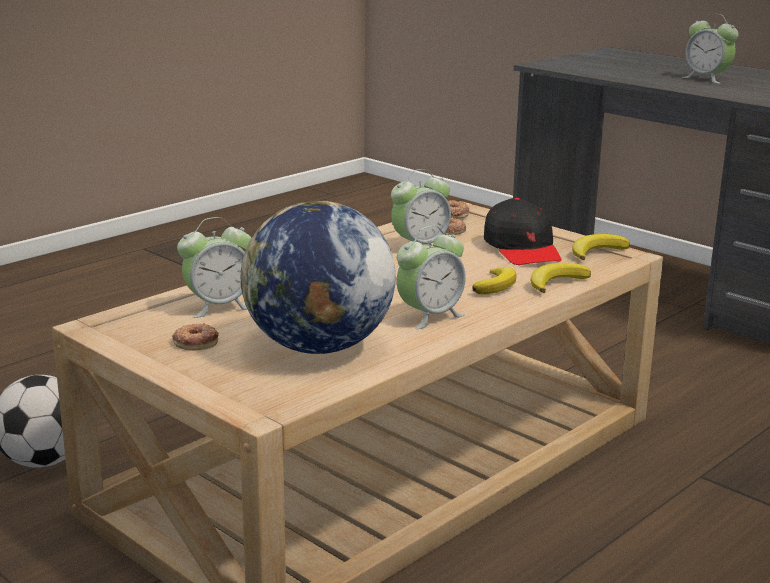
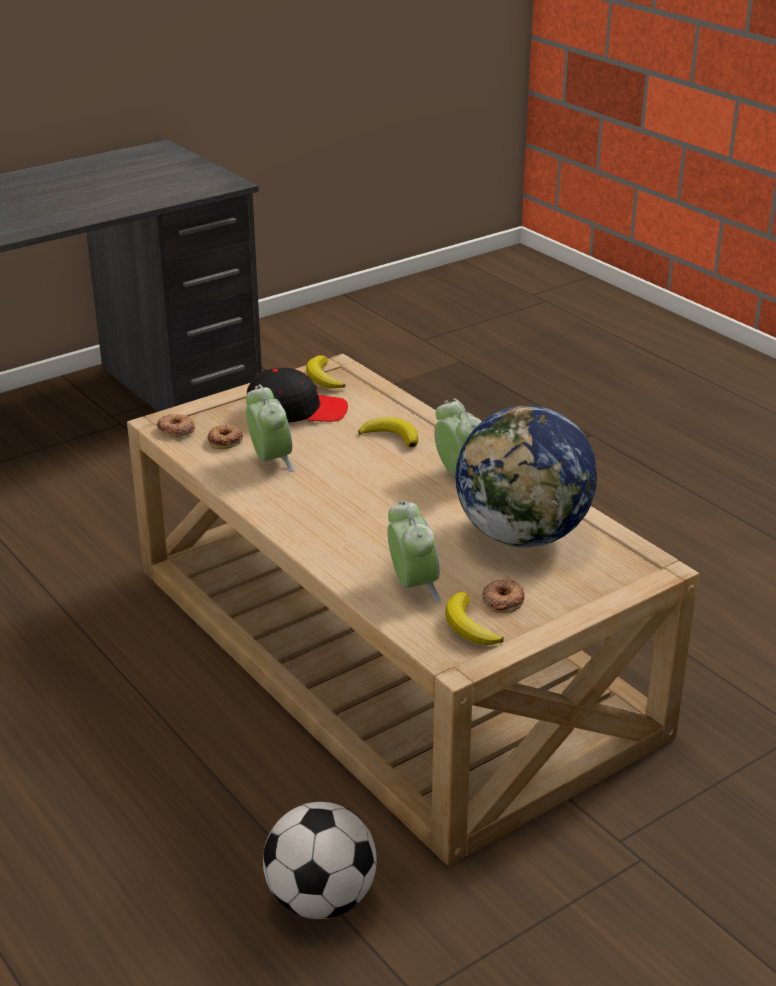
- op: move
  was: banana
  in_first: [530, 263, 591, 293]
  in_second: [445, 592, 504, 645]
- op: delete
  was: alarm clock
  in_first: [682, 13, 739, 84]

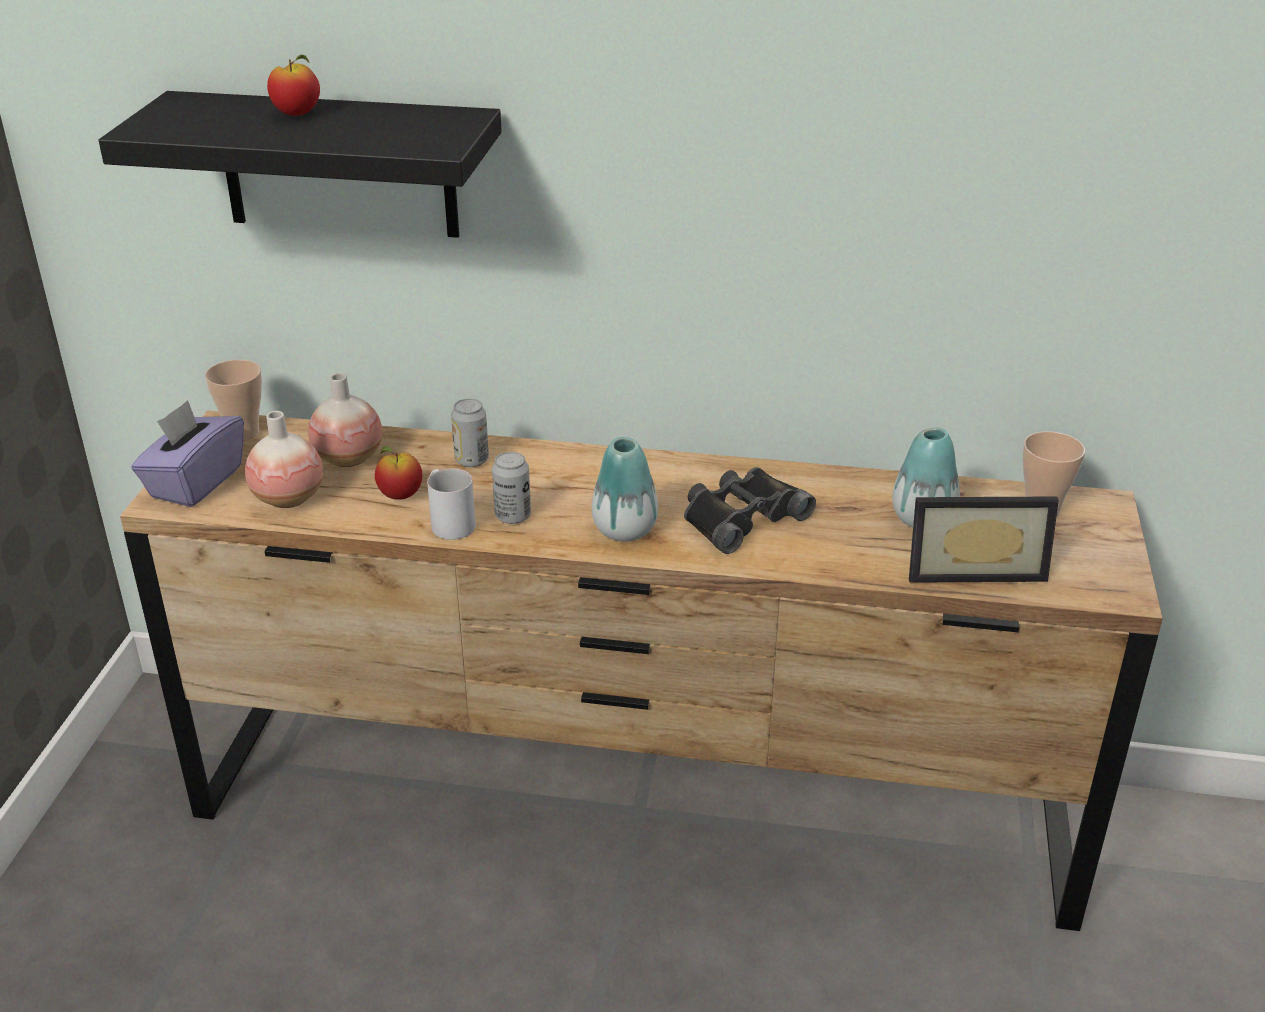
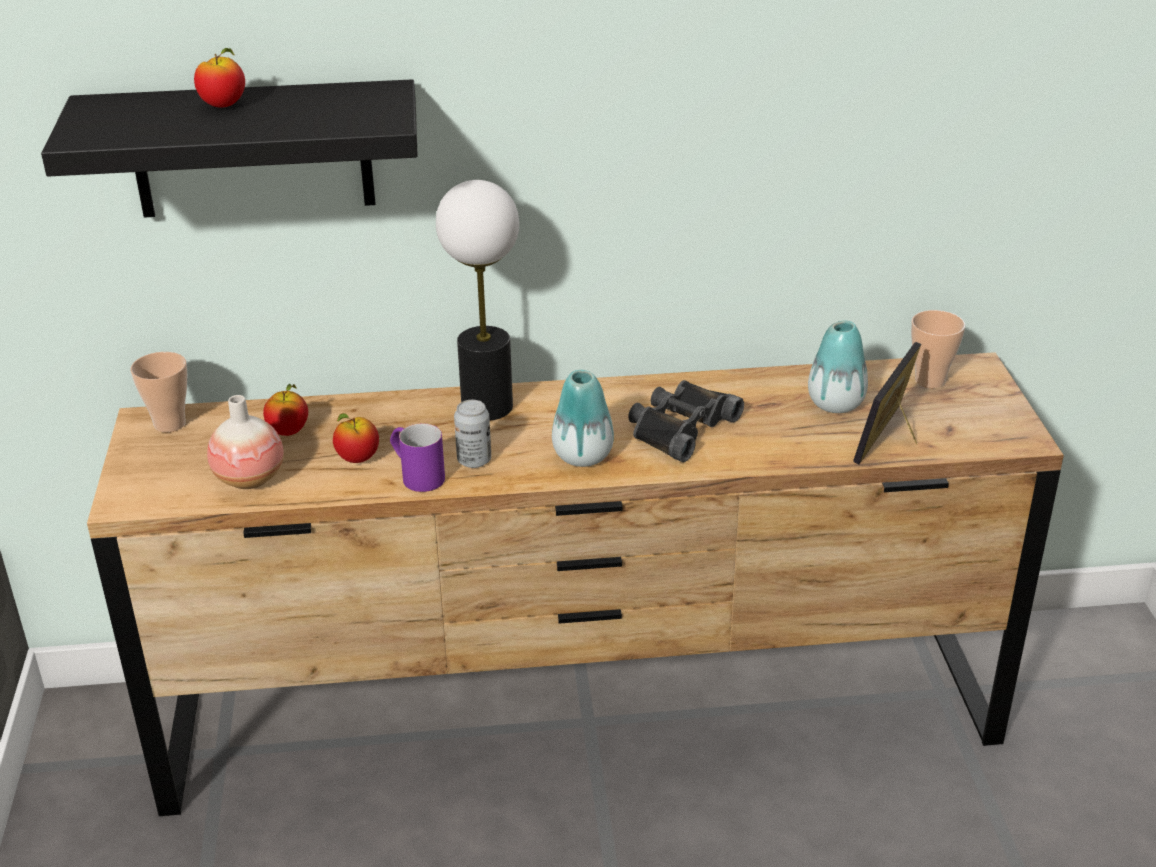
- op: replace
  was: vase
  now: apple
  in_first: [308, 373, 383, 467]
  in_second: [263, 384, 308, 436]
- op: recolor
  was: white mug
  now: purple mug
  in_first: [427, 468, 476, 540]
  in_second: [390, 424, 445, 492]
- op: insert
  now: table lamp
  in_second: [436, 180, 519, 421]
- op: rotate
  was: picture frame
  in_first: [909, 497, 1059, 583]
  in_second: [853, 342, 921, 464]
  clockwise: 135
- op: delete
  was: purple tissue box
  in_first: [131, 400, 244, 507]
- op: delete
  was: can
  in_first: [451, 399, 489, 467]

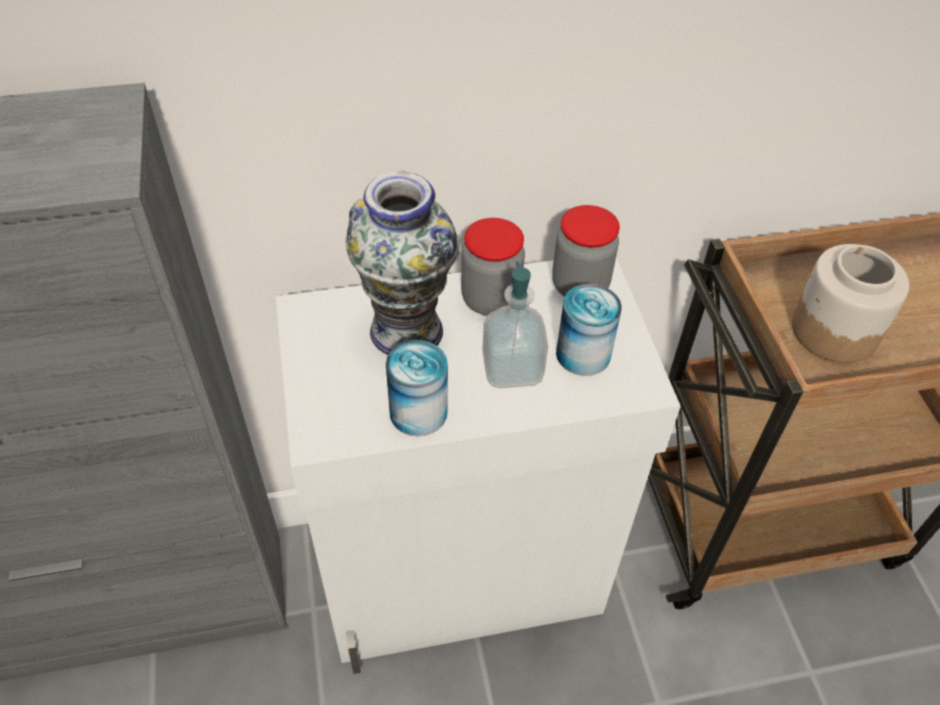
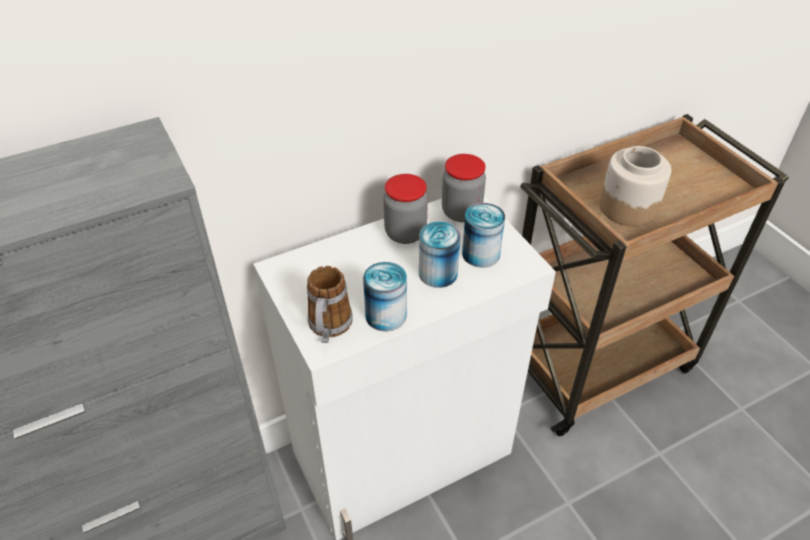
- op: insert
  now: mug
  in_second: [307, 266, 353, 343]
- op: replace
  was: soap dispenser
  now: can
  in_first: [482, 261, 548, 388]
  in_second: [419, 222, 461, 288]
- op: delete
  was: vase
  in_first: [345, 171, 459, 355]

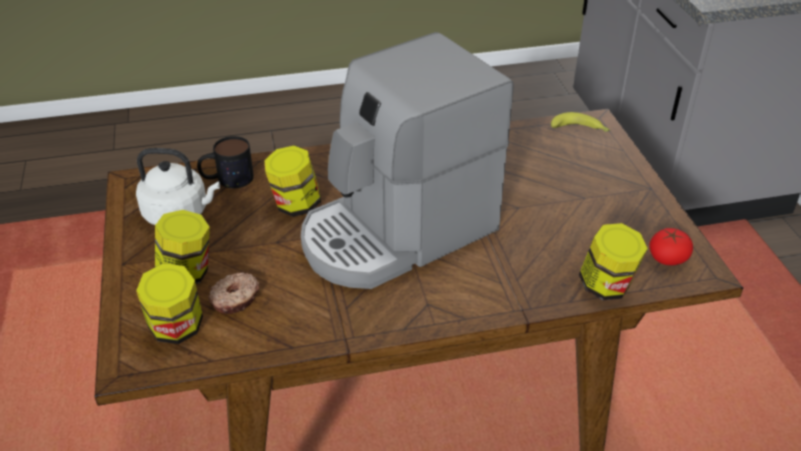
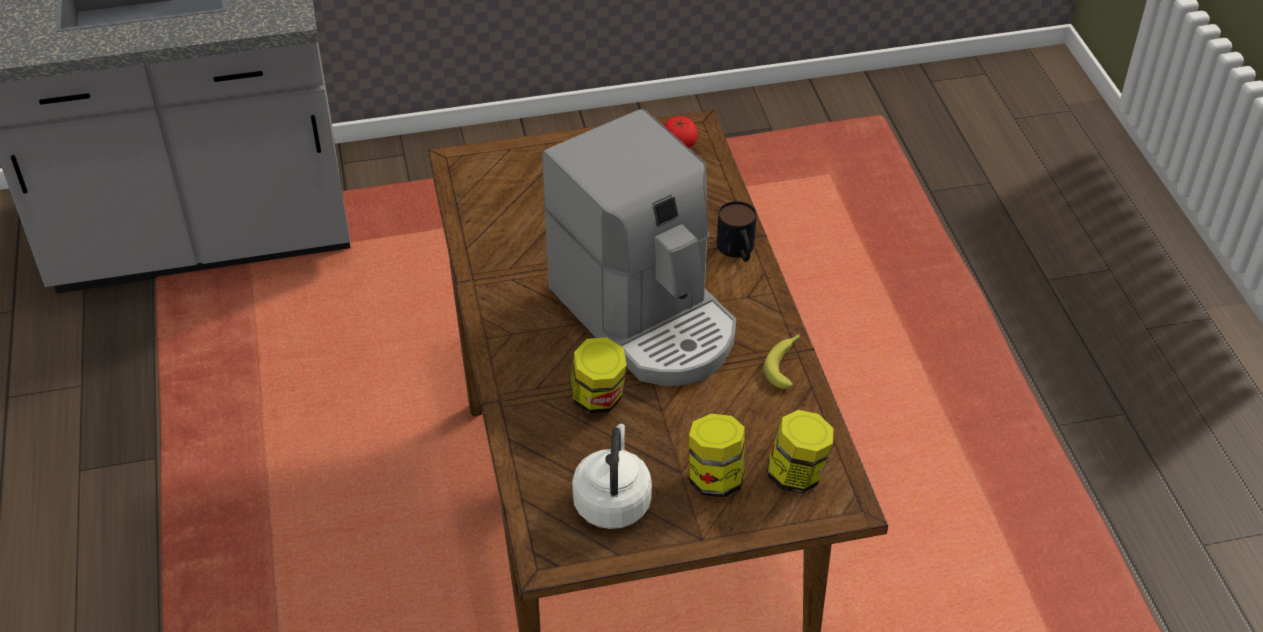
- op: move
  was: mug
  in_first: [197, 136, 254, 188]
  in_second: [717, 201, 757, 261]
- op: move
  was: banana
  in_first: [551, 112, 610, 132]
  in_second: [763, 334, 800, 389]
- op: delete
  was: donut
  in_first: [209, 272, 260, 314]
- op: delete
  was: jar
  in_first: [579, 223, 648, 300]

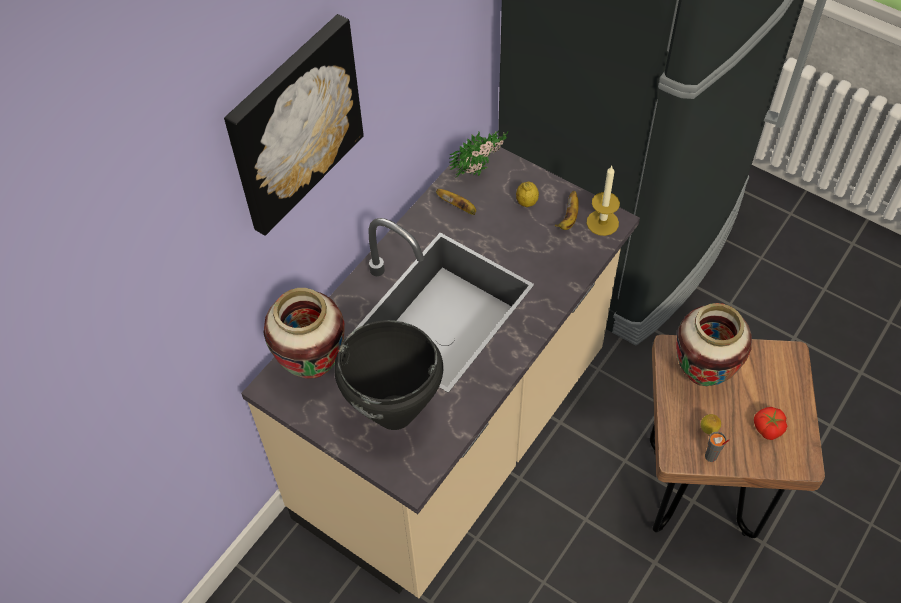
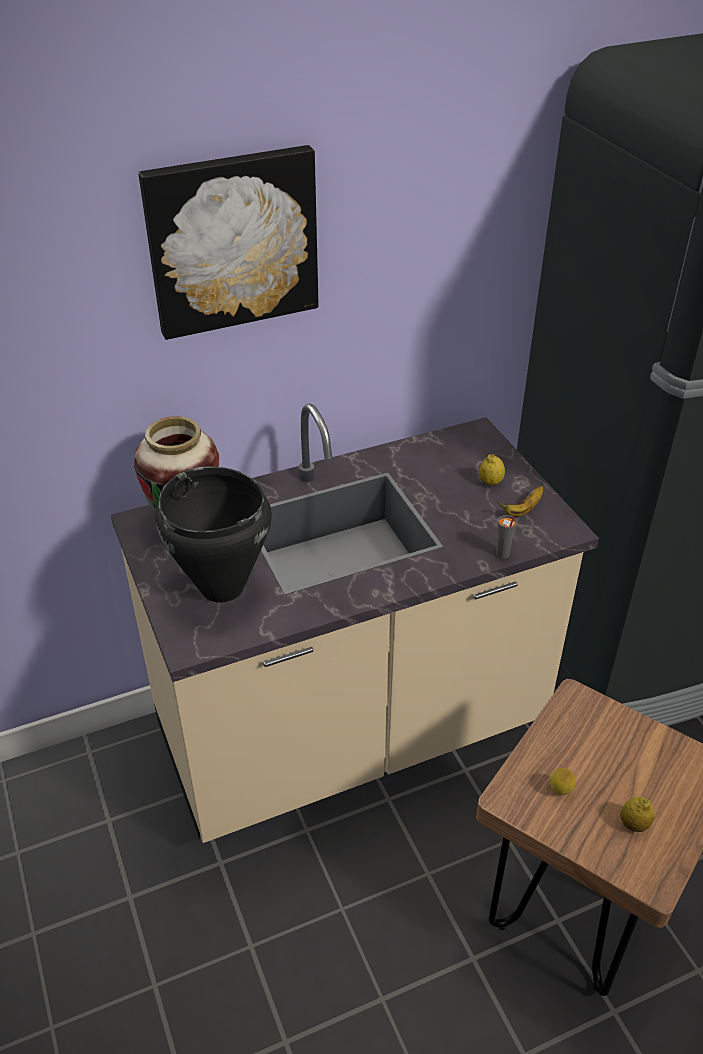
- op: move
  was: grey cup
  in_first: [705, 432, 730, 462]
  in_second: [496, 515, 517, 559]
- op: replace
  was: tomato
  now: lemon
  in_first: [754, 407, 787, 440]
  in_second: [620, 797, 654, 832]
- op: delete
  was: banana
  in_first: [436, 189, 476, 215]
- op: delete
  was: potted plant
  in_first: [449, 130, 509, 178]
- op: delete
  was: candle
  in_first: [587, 166, 620, 236]
- op: delete
  was: vase
  in_first: [676, 303, 752, 386]

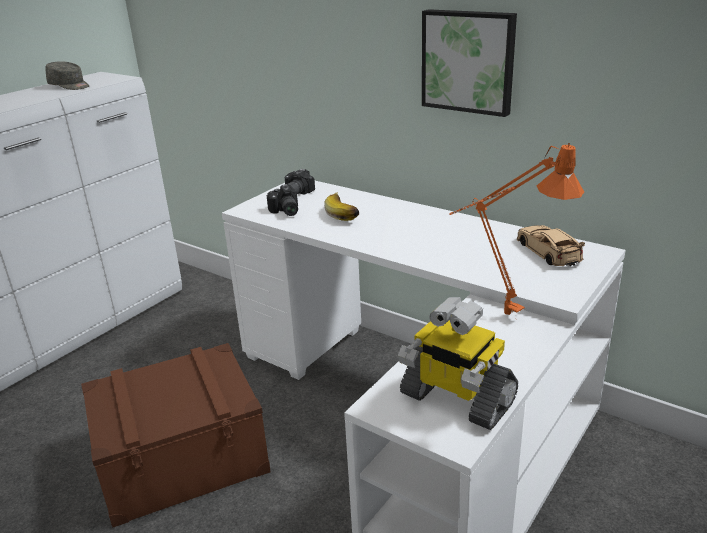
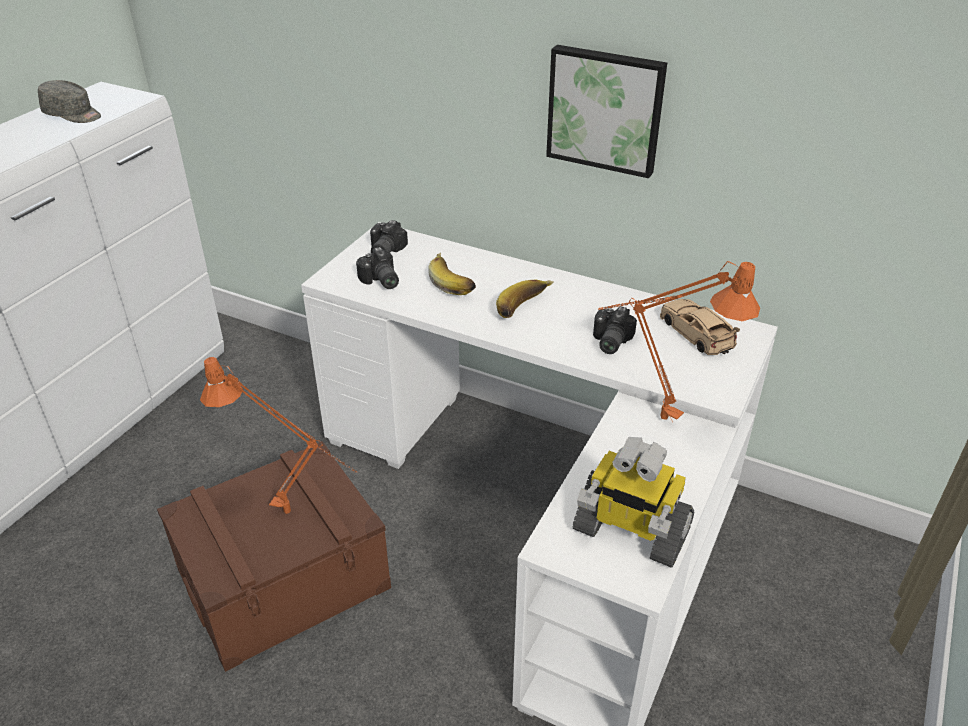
- op: insert
  now: orange table lamp
  in_second: [200, 357, 357, 514]
- op: insert
  now: banana
  in_second: [496, 280, 553, 318]
- op: insert
  now: photo camera
  in_second: [593, 306, 637, 354]

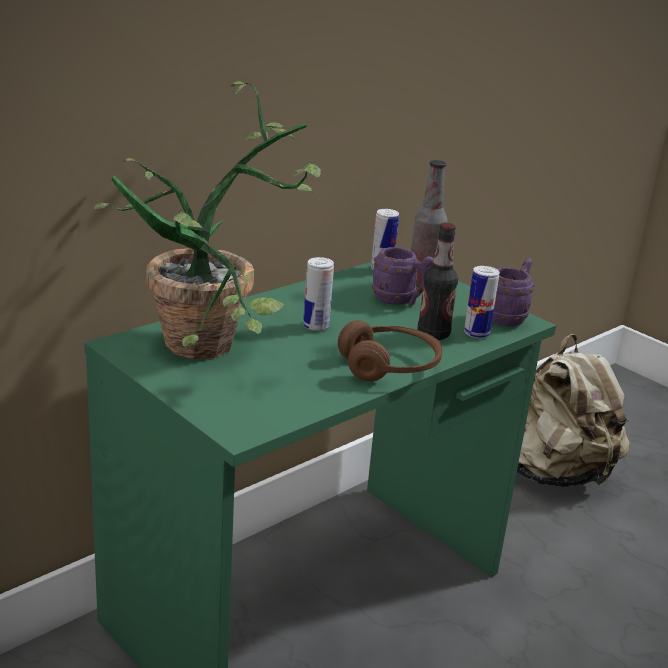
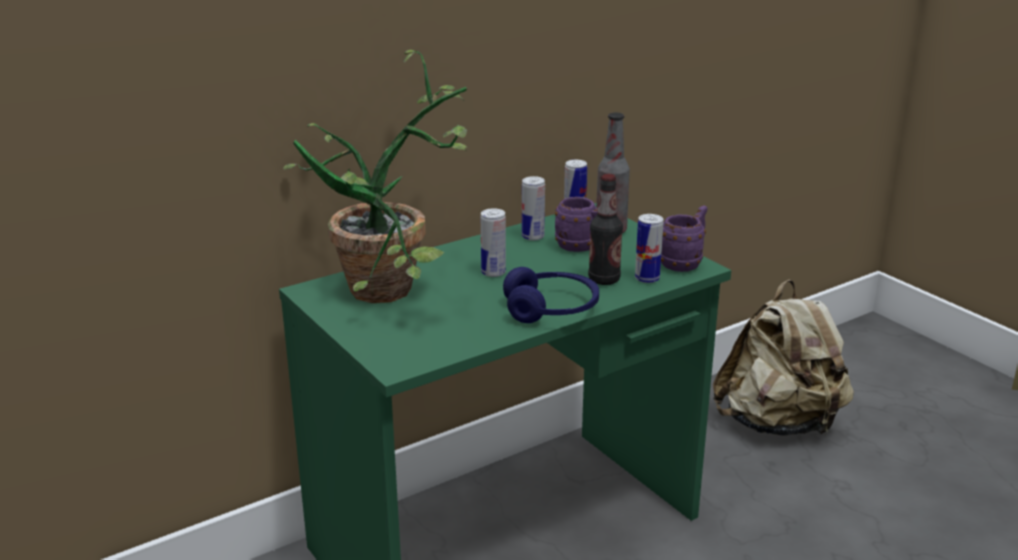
- op: recolor
  was: brown headphones
  now: blue headphones
  in_first: [338, 320, 442, 382]
  in_second: [503, 267, 599, 323]
- op: insert
  now: can
  in_second: [522, 176, 545, 241]

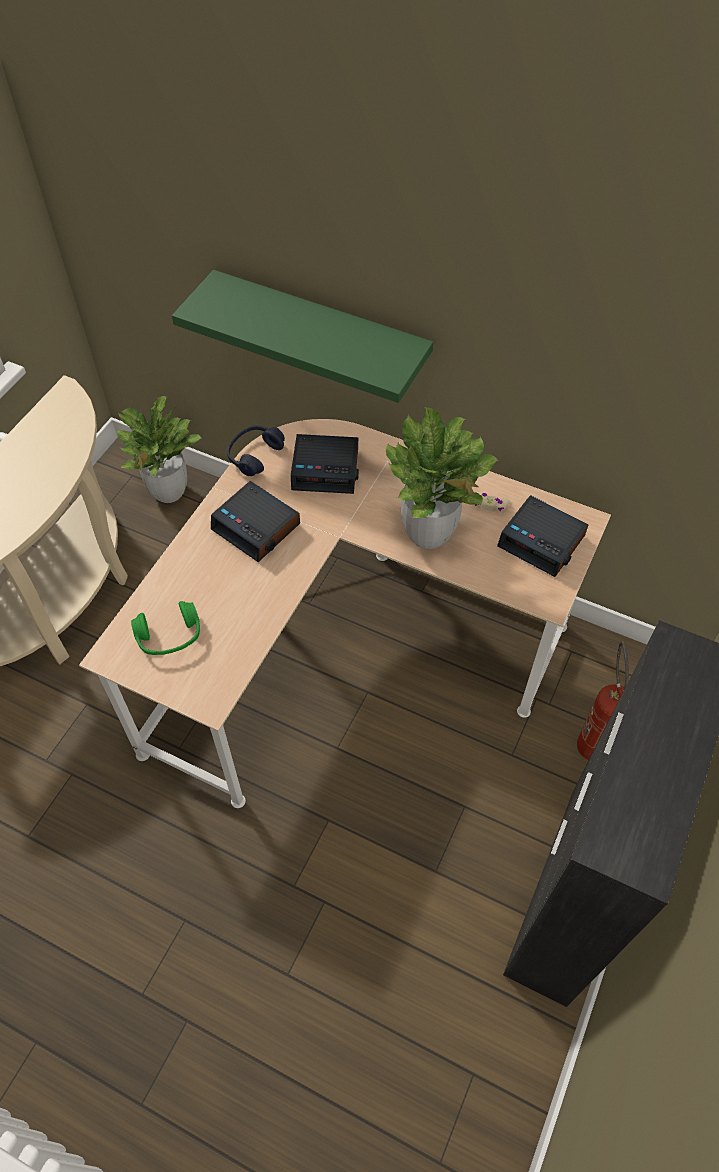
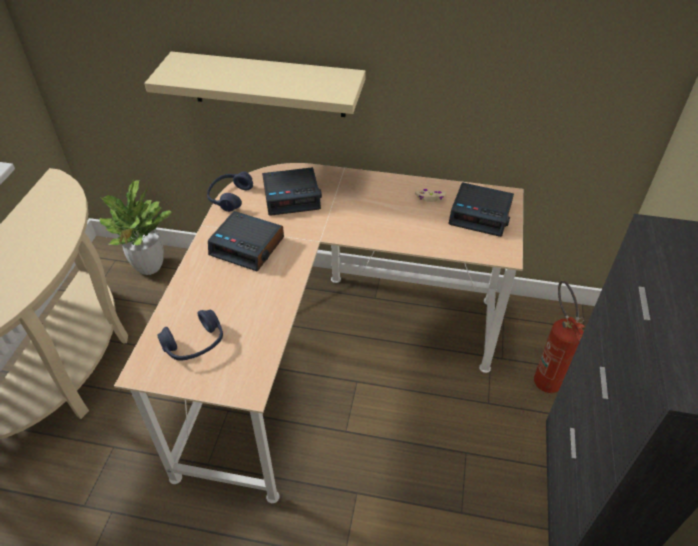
- op: recolor
  was: green shelf
  now: beige shelf
  in_first: [172, 270, 433, 403]
  in_second: [144, 52, 366, 117]
- op: recolor
  was: green headphones
  now: blue headphones
  in_first: [131, 601, 200, 655]
  in_second: [157, 310, 223, 361]
- op: delete
  was: potted plant
  in_first: [386, 407, 499, 549]

